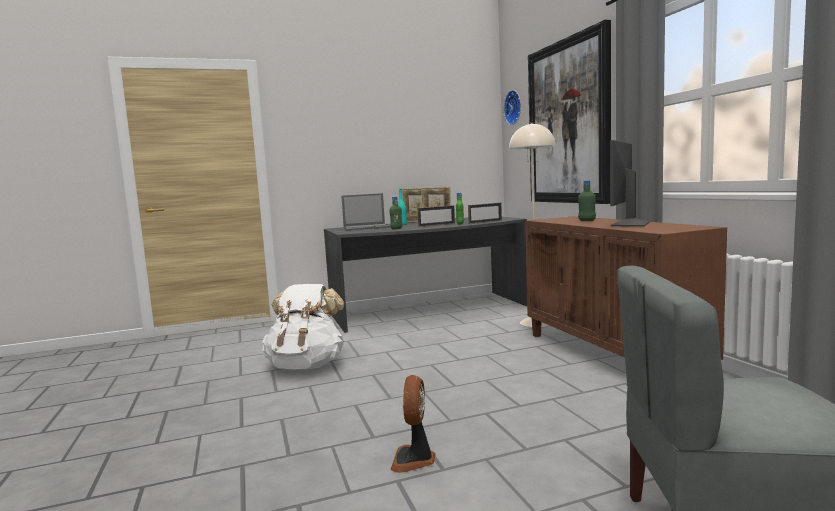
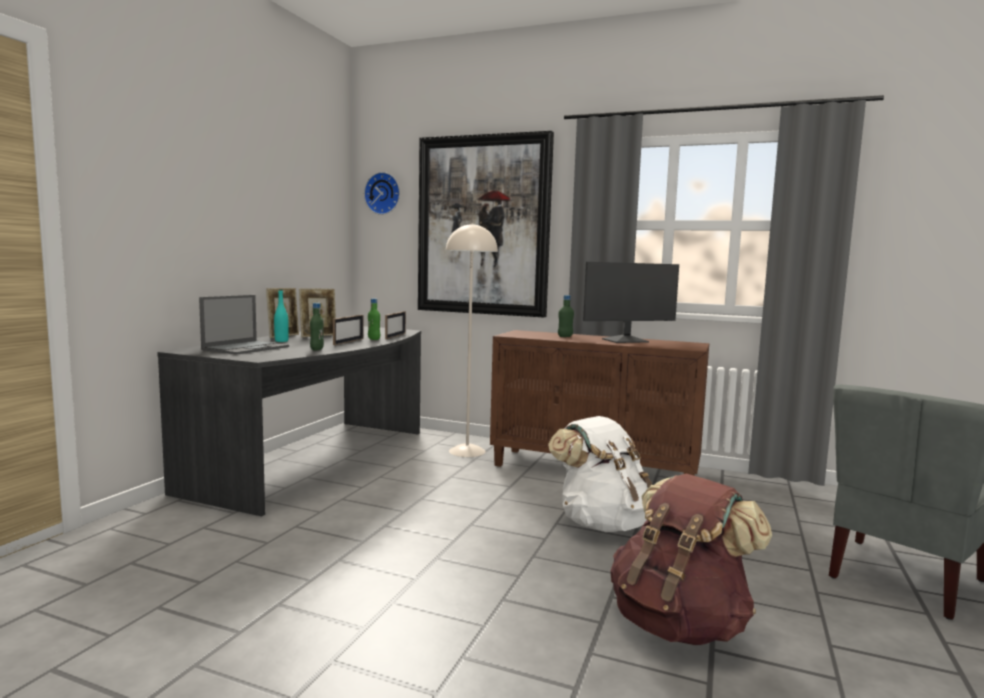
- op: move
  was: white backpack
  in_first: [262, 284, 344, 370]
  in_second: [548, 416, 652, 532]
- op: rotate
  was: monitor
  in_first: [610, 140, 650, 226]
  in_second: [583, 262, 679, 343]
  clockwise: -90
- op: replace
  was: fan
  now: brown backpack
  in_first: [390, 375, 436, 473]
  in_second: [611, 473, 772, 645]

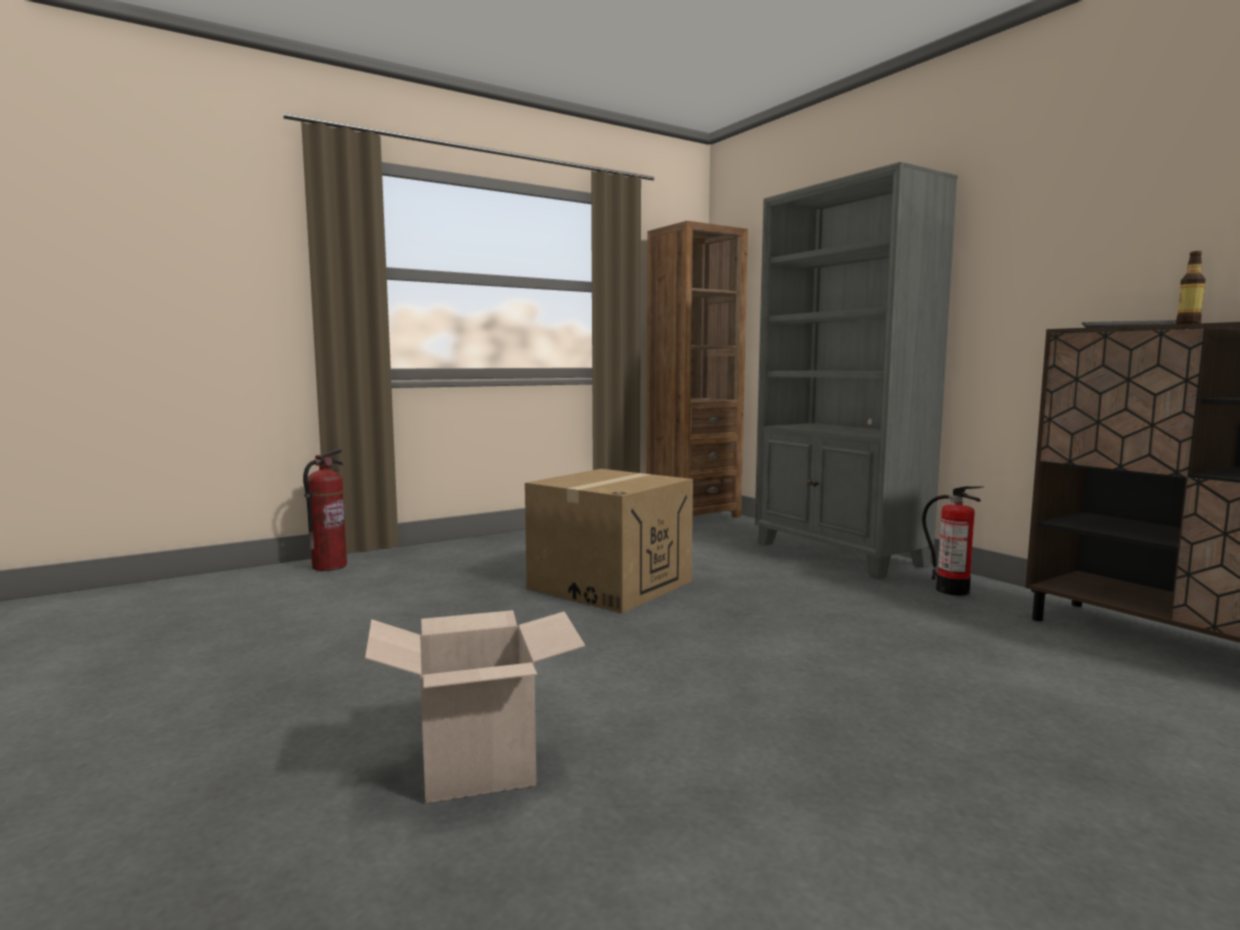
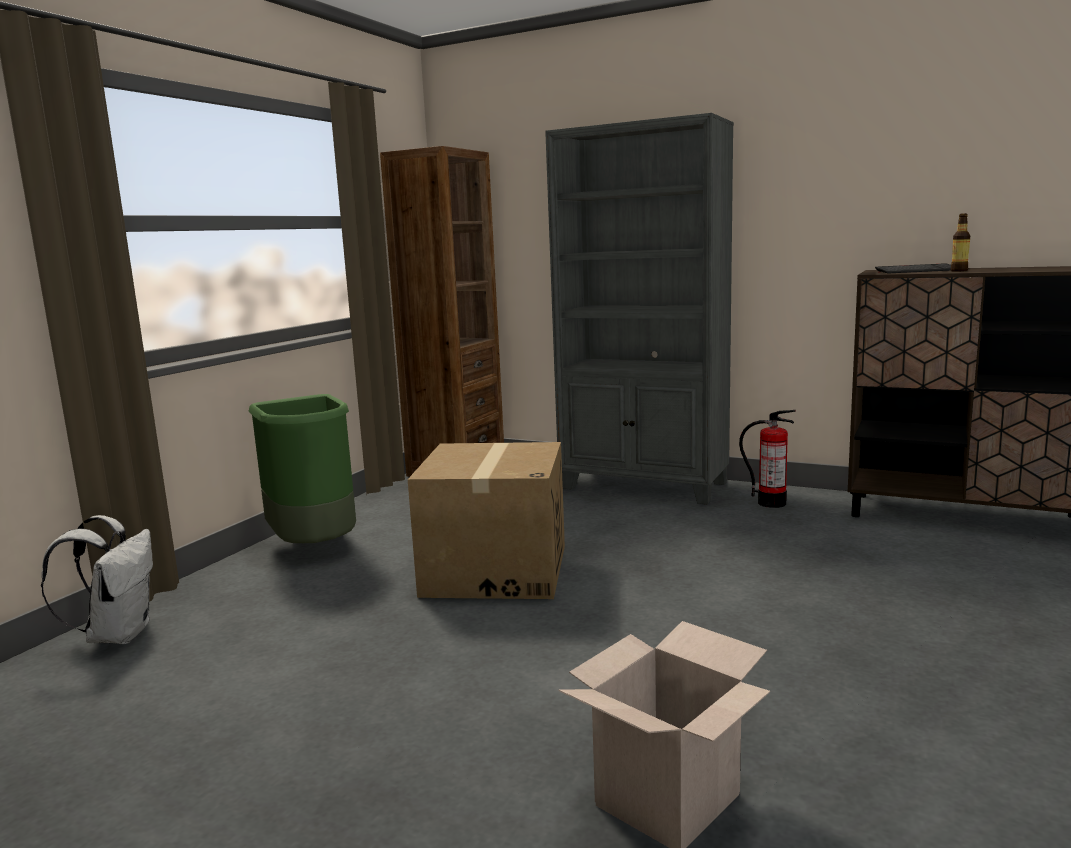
- op: replace
  was: fire extinguisher
  now: white backpack
  in_first: [303, 449, 347, 571]
  in_second: [41, 515, 153, 644]
- op: insert
  now: green trash can
  in_second: [248, 394, 356, 543]

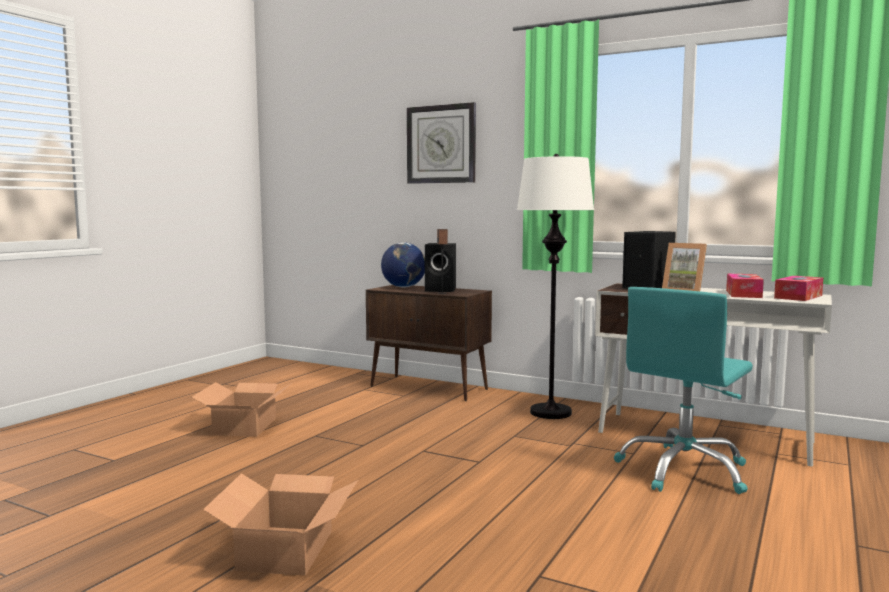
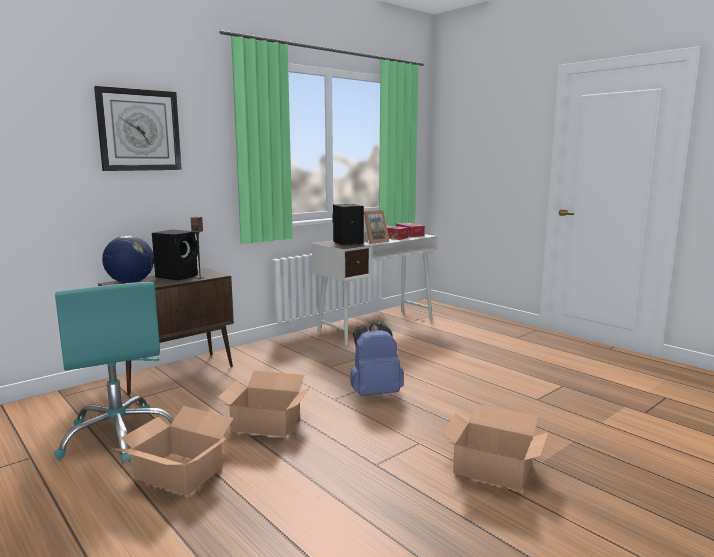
- op: move
  was: turquoise office chair
  in_first: [614, 287, 753, 494]
  in_second: [53, 282, 174, 464]
- op: insert
  now: cardboard box
  in_second: [218, 371, 310, 437]
- op: insert
  now: blue backpack
  in_second: [350, 323, 404, 396]
- op: delete
  was: white floor lamp
  in_first: [517, 154, 594, 419]

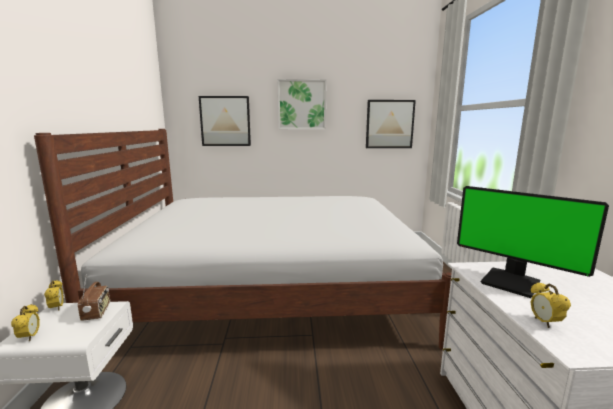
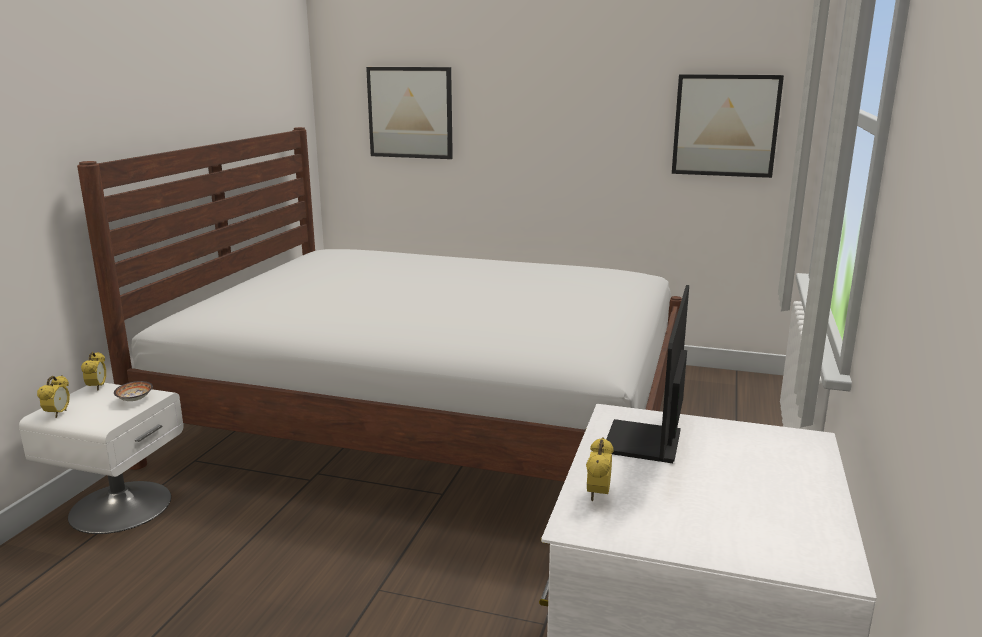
- op: replace
  was: radio
  now: bowl
  in_first: [78, 274, 110, 321]
  in_second: [114, 381, 153, 401]
- op: rotate
  was: monitor
  in_first: [457, 186, 609, 298]
  in_second: [606, 285, 689, 463]
  clockwise: 45
- op: delete
  was: picture
  in_first: [277, 79, 327, 130]

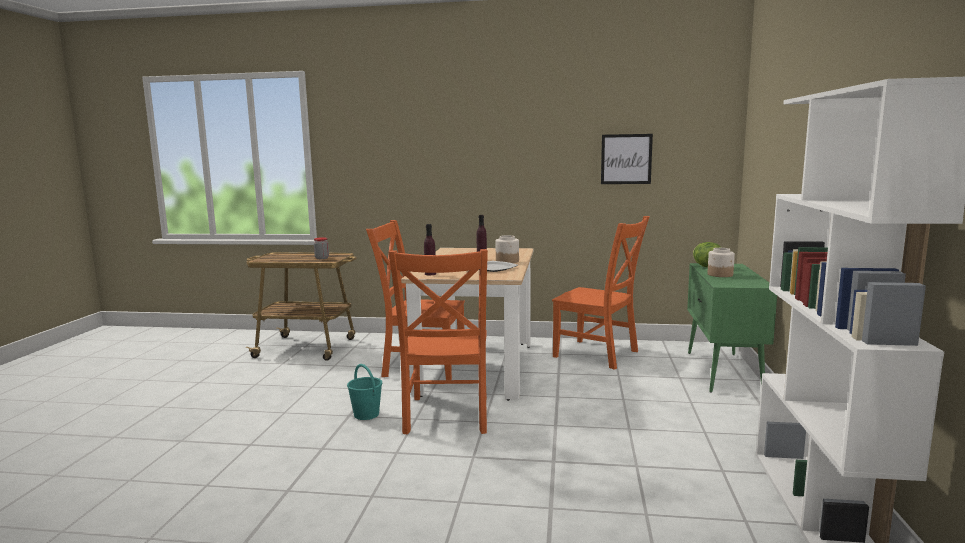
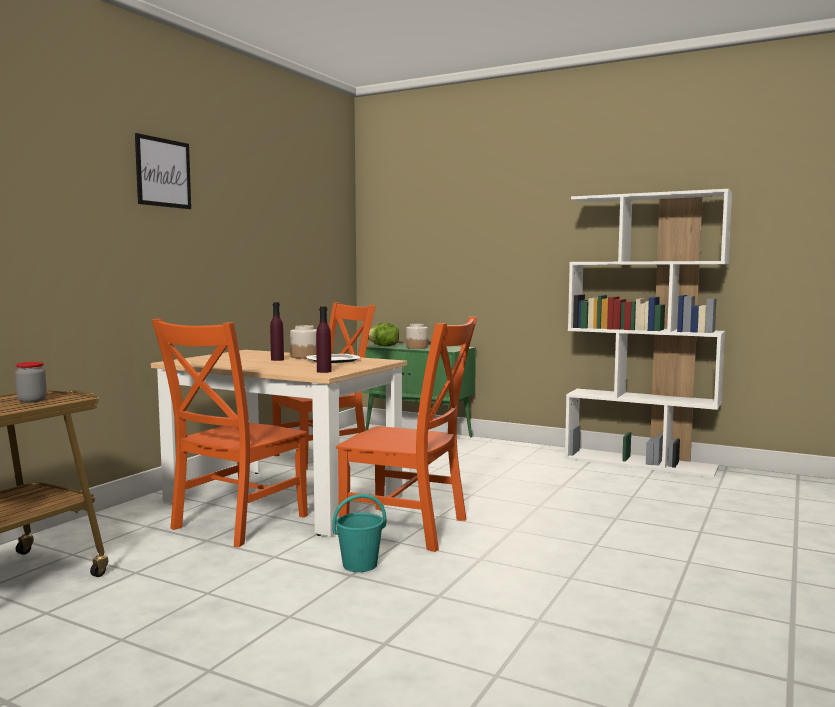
- op: move
  was: picture
  in_first: [601, 134, 653, 184]
  in_second: [135, 133, 191, 209]

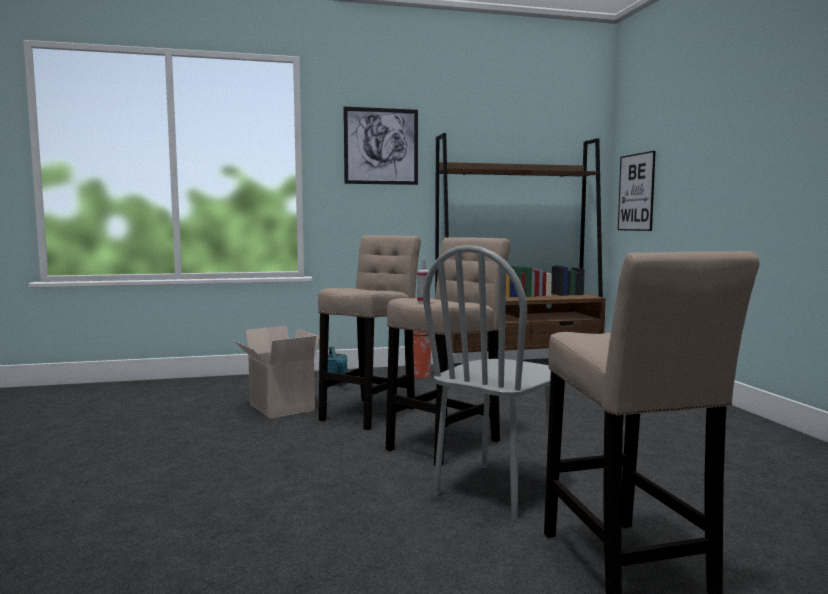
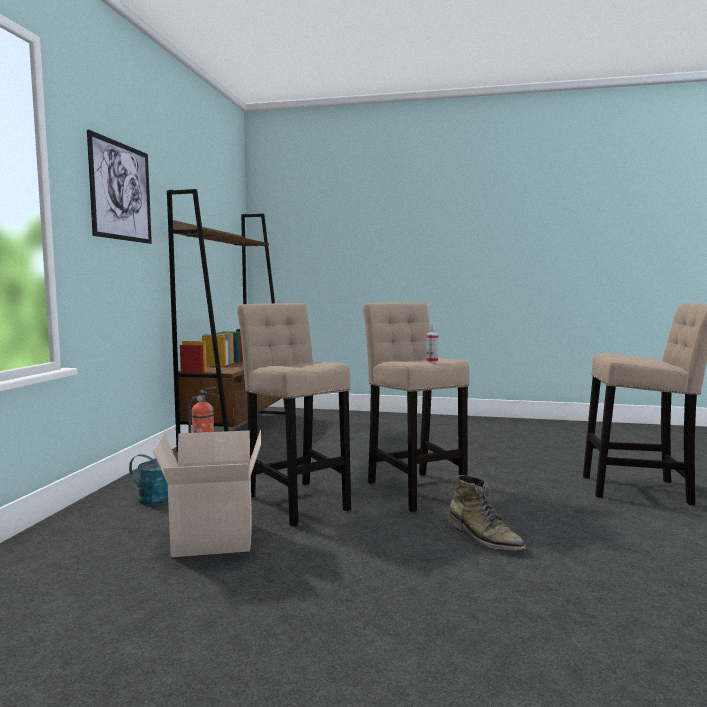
- op: insert
  now: green boot
  in_second: [448, 475, 526, 551]
- op: delete
  was: grey chair
  in_first: [423, 245, 551, 520]
- op: delete
  was: picture
  in_first: [618, 151, 656, 231]

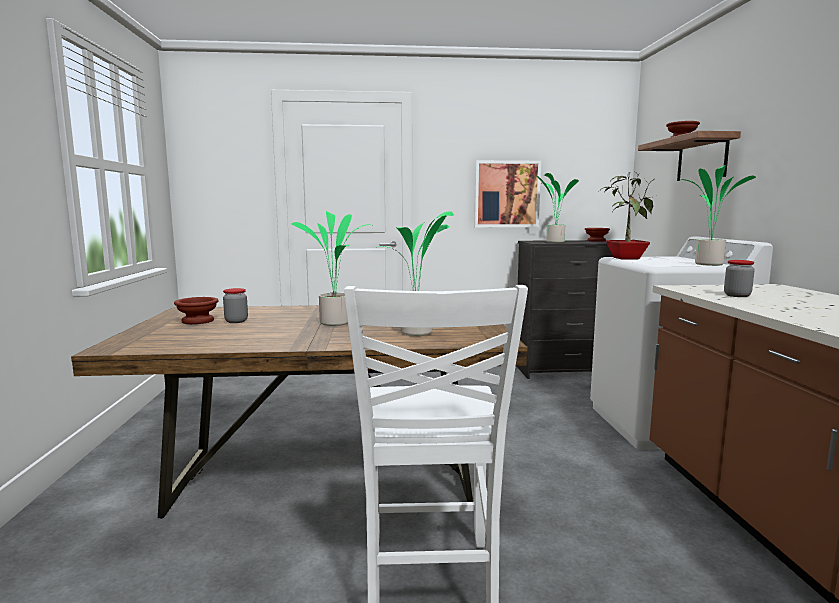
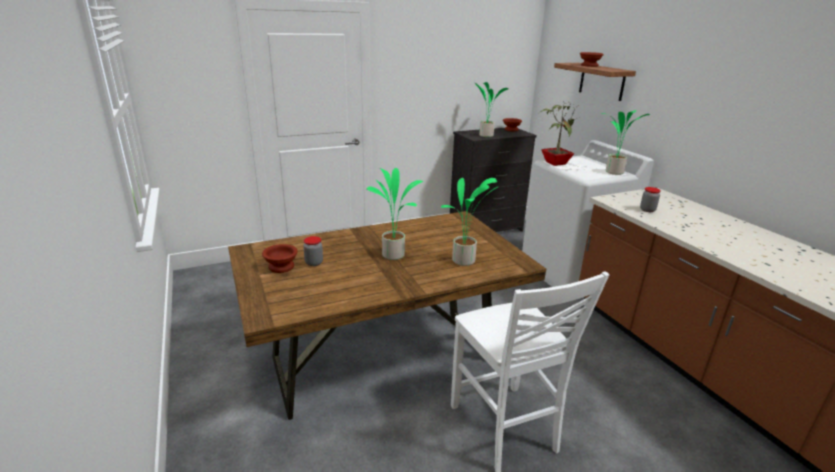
- op: delete
  was: picture
  in_first: [474, 160, 541, 227]

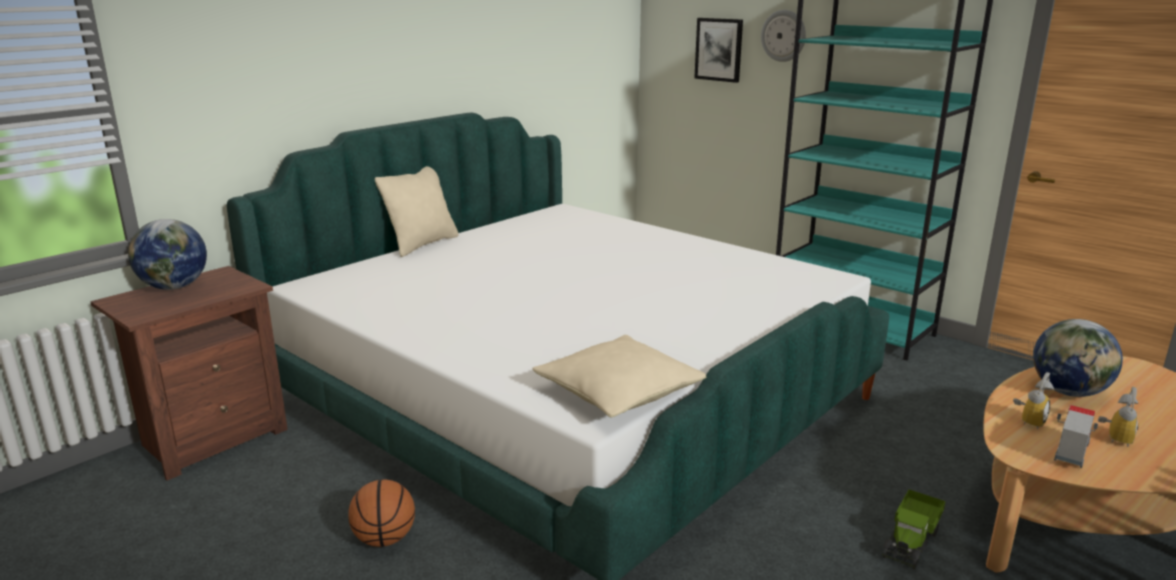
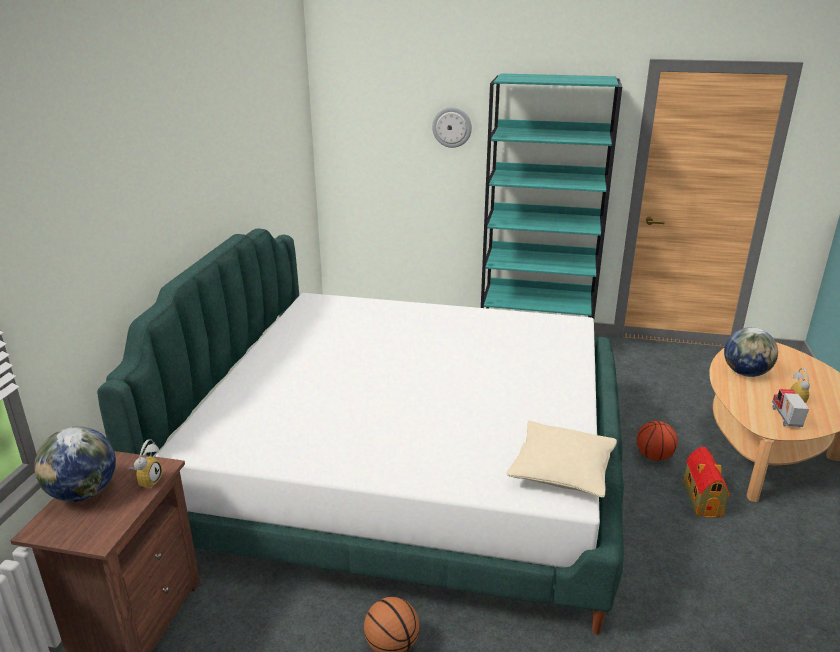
- op: move
  was: alarm clock
  in_first: [1013, 372, 1054, 430]
  in_second: [129, 439, 162, 489]
- op: insert
  now: basketball
  in_second: [637, 421, 678, 461]
- op: replace
  was: toy truck
  now: toy house
  in_first: [882, 489, 946, 569]
  in_second: [683, 447, 730, 518]
- op: delete
  was: beige pillow
  in_first: [375, 166, 459, 257]
- op: delete
  was: picture
  in_first: [694, 18, 743, 83]

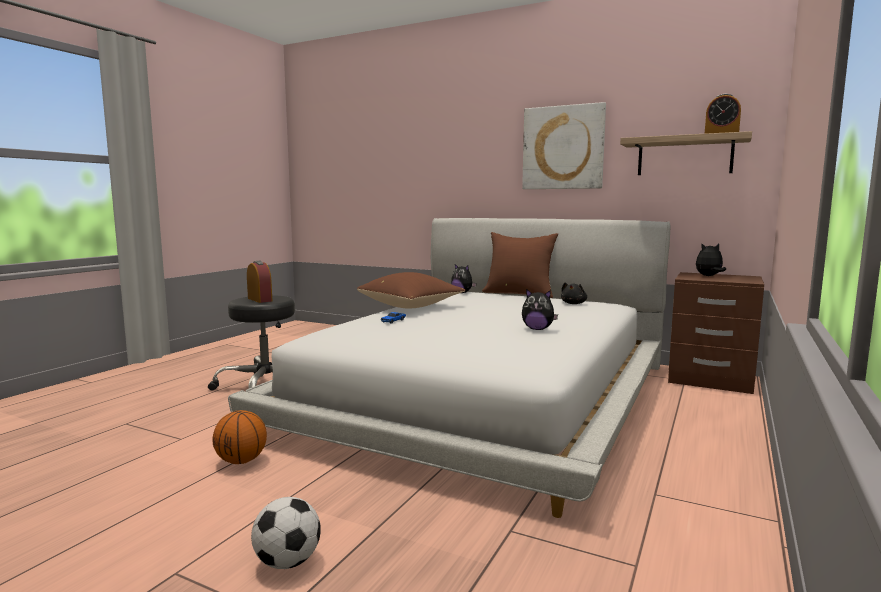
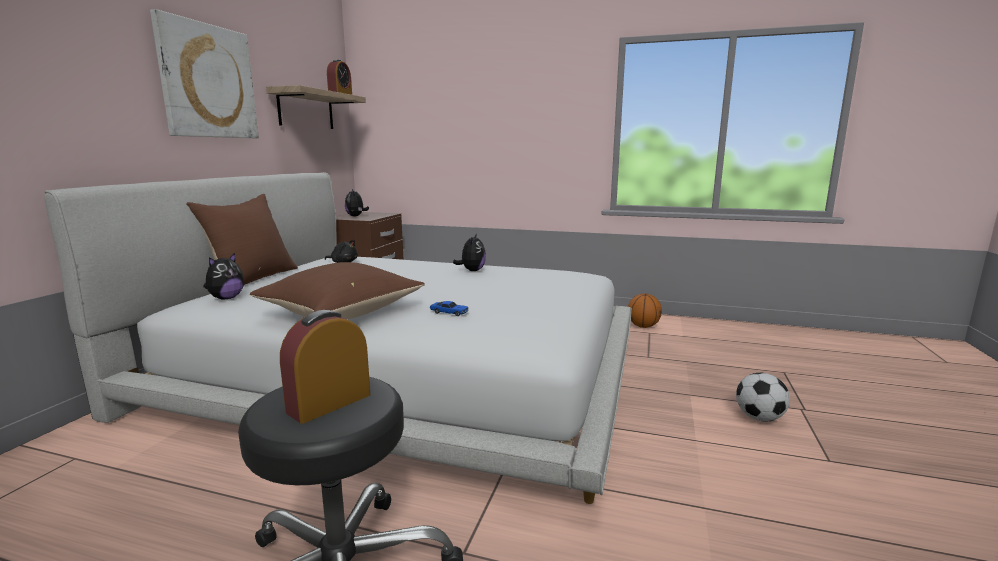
- op: move
  was: basketball
  in_first: [212, 410, 267, 464]
  in_second: [628, 293, 662, 328]

